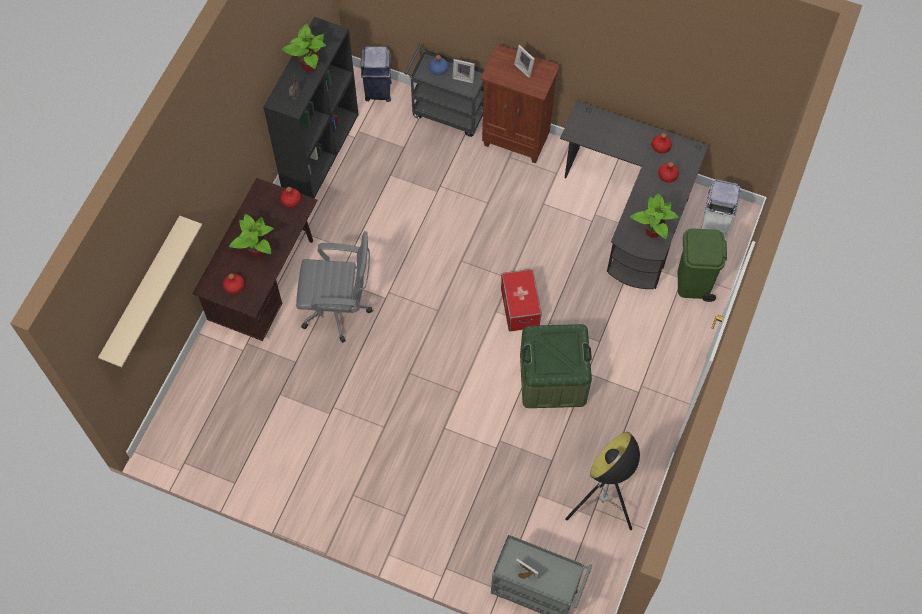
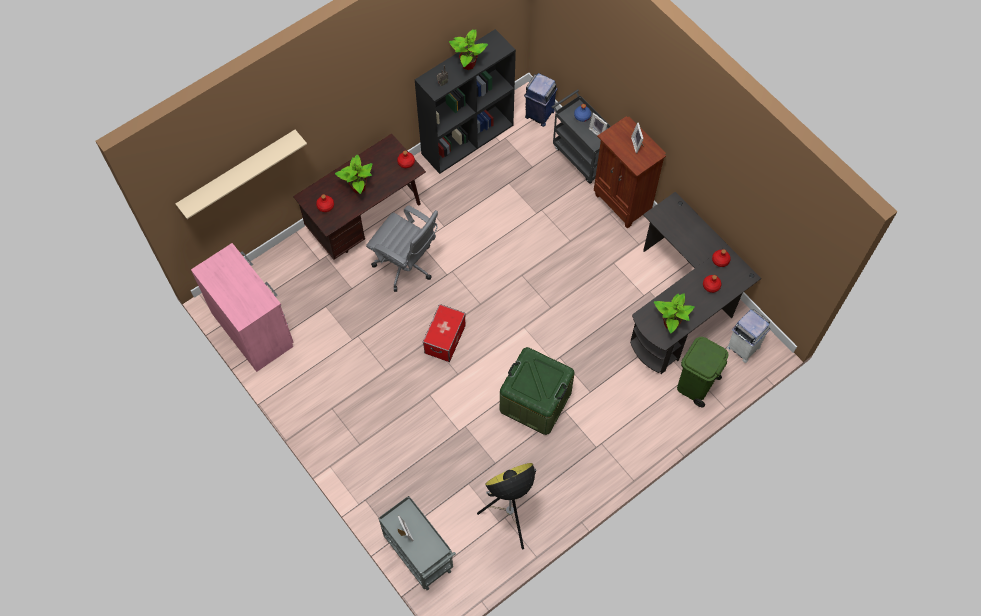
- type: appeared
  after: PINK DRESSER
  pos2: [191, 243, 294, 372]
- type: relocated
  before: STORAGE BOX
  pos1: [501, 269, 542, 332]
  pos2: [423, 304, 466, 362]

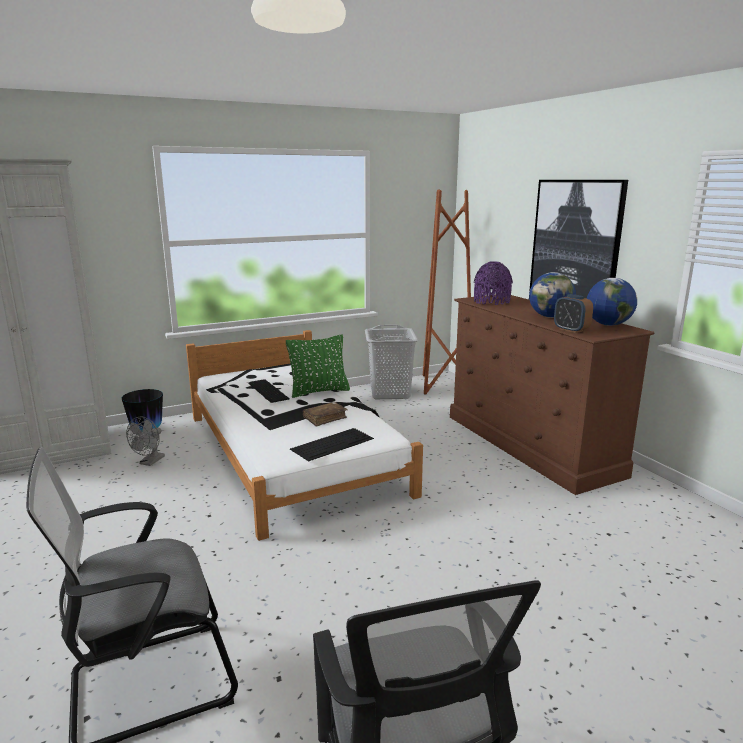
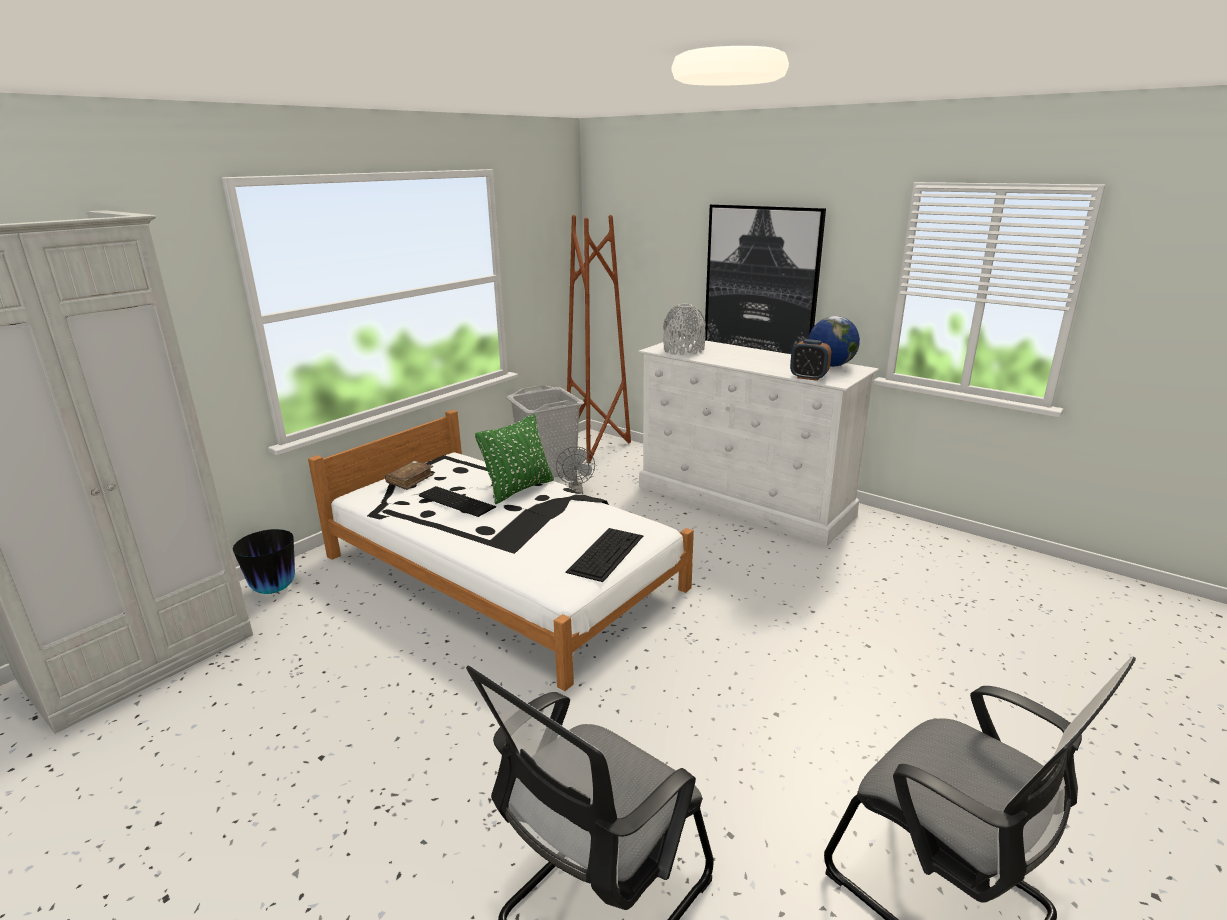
- type: missing
  before: GLOBE
  pos1: [529, 272, 576, 318]
- type: relocated
  before: GREY FAN
  pos1: [126, 417, 165, 466]
  pos2: [556, 447, 595, 494]
- type: relocated
  before: BROWN BOOK
  pos1: [303, 402, 348, 427]
  pos2: [385, 461, 434, 490]
- type: colour
  before: BROWN DRESSER
  after: WHITE DRESSER
  pos1: [450, 295, 654, 495]
  pos2: [638, 337, 879, 547]
- type: colour
  before: PURPLE VASE
  after: GREY VASE
  pos1: [474, 261, 513, 305]
  pos2: [663, 304, 706, 355]

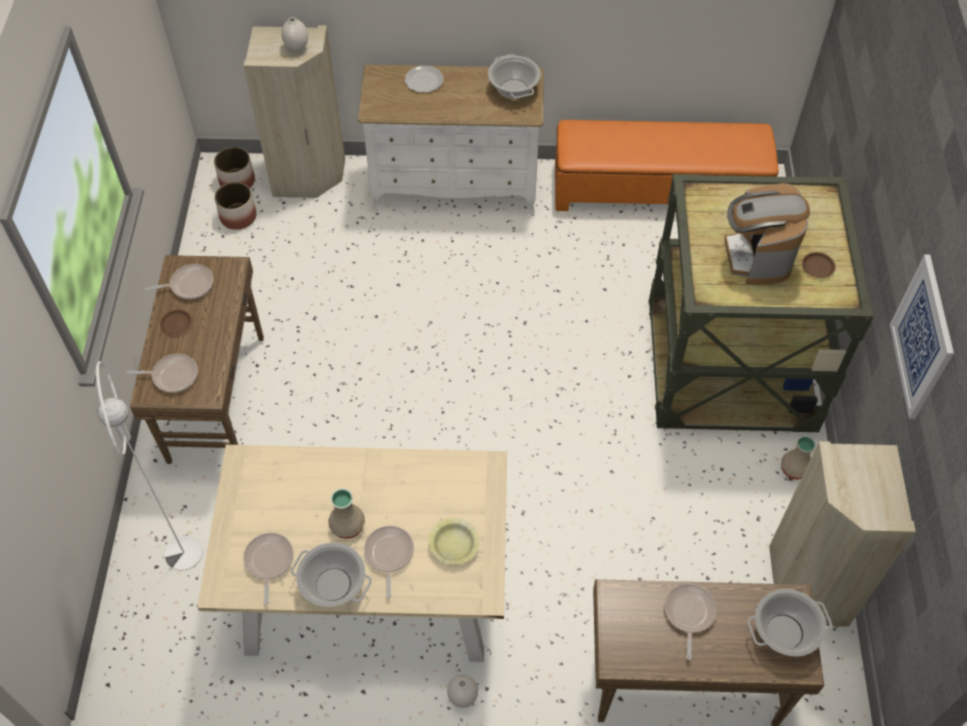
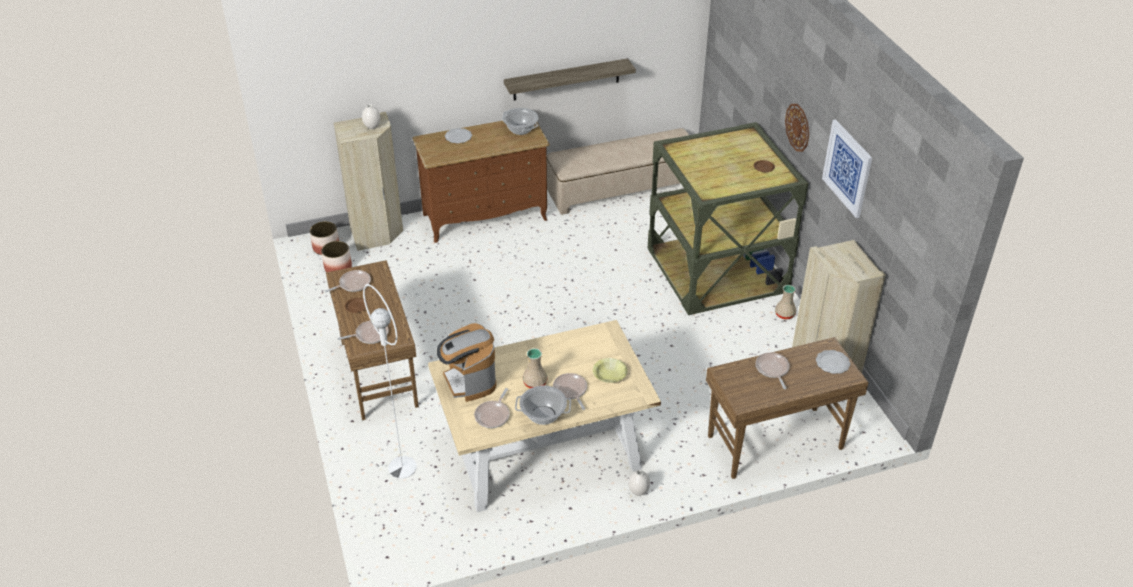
- type: appeared
  after: SHELF
  pos2: [504, 58, 636, 100]
- type: appeared
  after: WALL CLOCK
  pos2: [785, 104, 809, 152]
- type: relocated
  before: COFFEE MACHINE
  pos1: [725, 183, 810, 285]
  pos2: [437, 323, 496, 402]
- type: exchanged
  before: COOKING POT
  after: PLATE
  pos1: [747, 589, 832, 657]
  pos2: [816, 350, 850, 374]
- type: colour
  before: WHITE DRESSER
  after: BROWN DRESSER
  pos1: [358, 65, 544, 215]
  pos2: [412, 121, 550, 243]
- type: colour
  before: ORANGE BENCH
  after: BEIGE BENCH
  pos1: [555, 120, 779, 211]
  pos2: [547, 128, 689, 215]
- type: spun
  before: FRYING PAN
  pos1: [243, 533, 294, 605]
  pos2: [474, 388, 510, 428]
  turn: -135

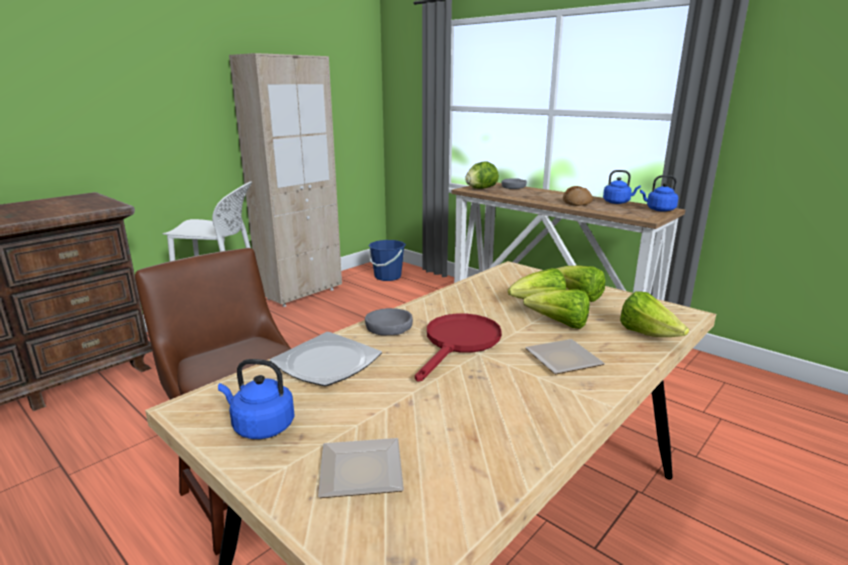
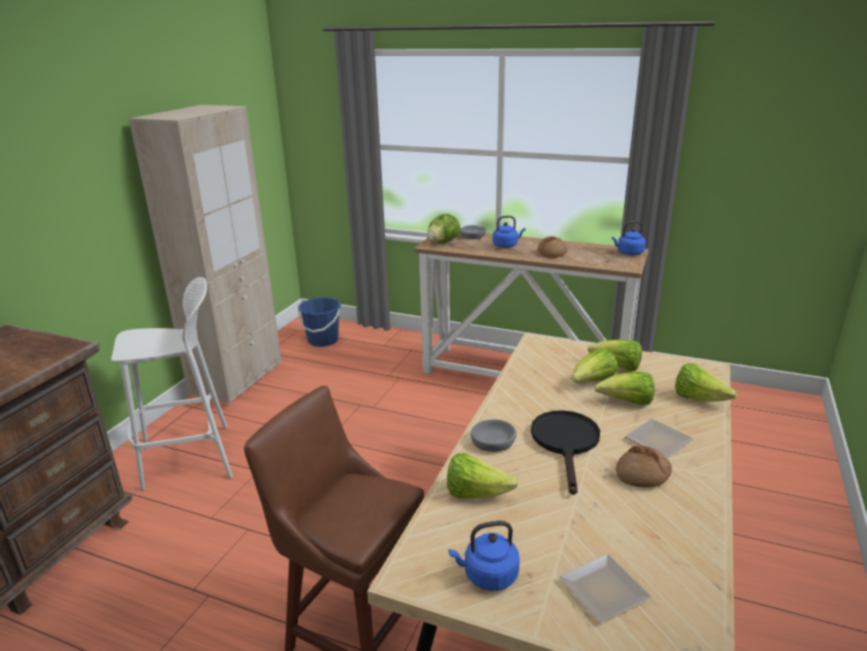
- type: appeared
  after: BREAD
  pos2: [616, 445, 672, 487]
- type: relocated
  before: BLUE KETTLE
  pos1: [603, 170, 641, 204]
  pos2: [493, 216, 526, 248]
- type: exchanged
  before: PLATE
  after: LETTUCE
  pos1: [270, 332, 382, 386]
  pos2: [447, 453, 519, 498]
- type: colour
  before: RED FRYING PAN
  after: BLACK FRYING PAN
  pos1: [415, 314, 502, 381]
  pos2: [531, 410, 600, 495]

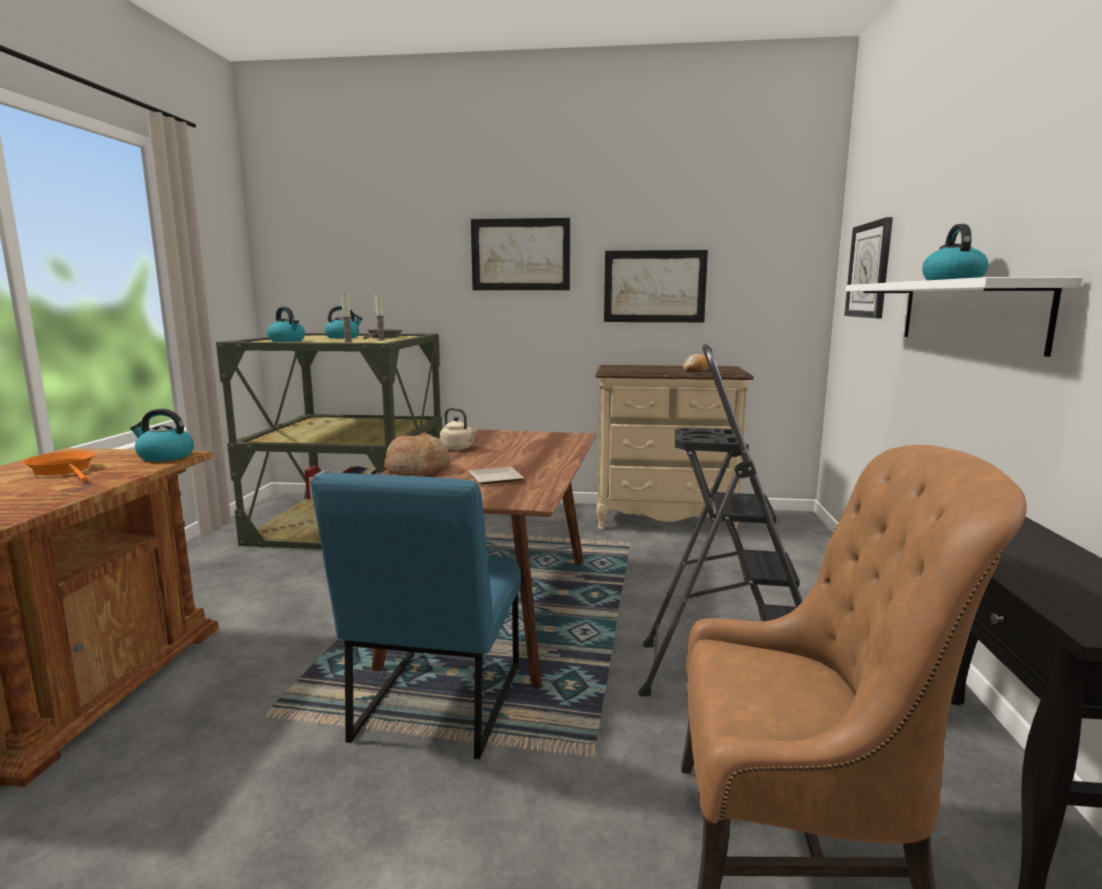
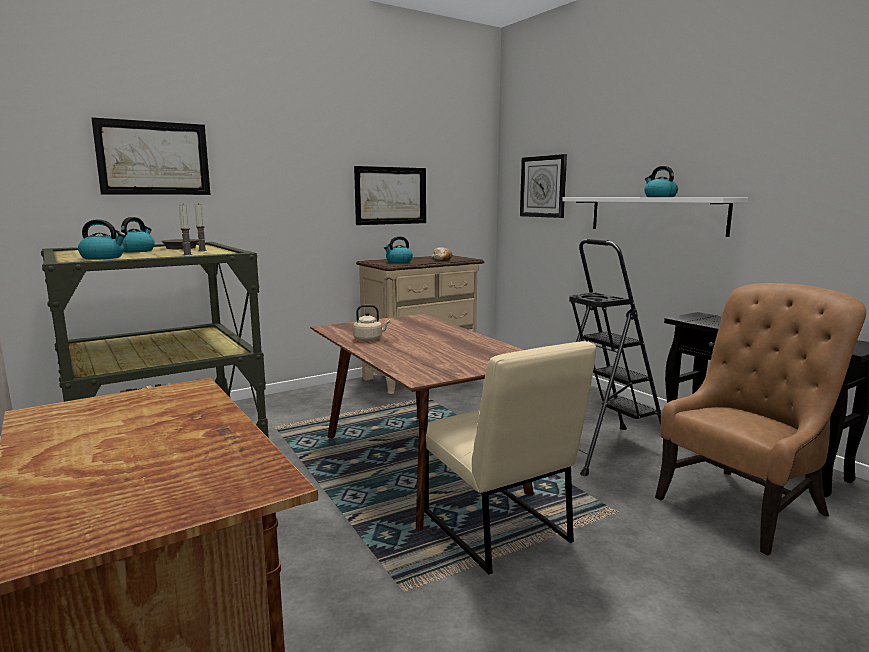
- type: missing
  before: ORANGE FRYING PAN
  pos1: [23, 451, 96, 482]
- type: missing
  before: BREAD
  pos1: [384, 433, 450, 476]
- type: missing
  before: PLATE
  pos1: [469, 467, 524, 484]
- type: relocated
  before: KETTLE
  pos1: [130, 409, 194, 462]
  pos2: [384, 236, 413, 263]
- type: relocated
  before: PICTURE
  pos1: [471, 218, 570, 290]
  pos2: [91, 117, 211, 195]
- type: colour
  before: BLUE CHAIR
  after: BEIGE CHAIR
  pos1: [311, 473, 521, 759]
  pos2: [418, 341, 596, 575]

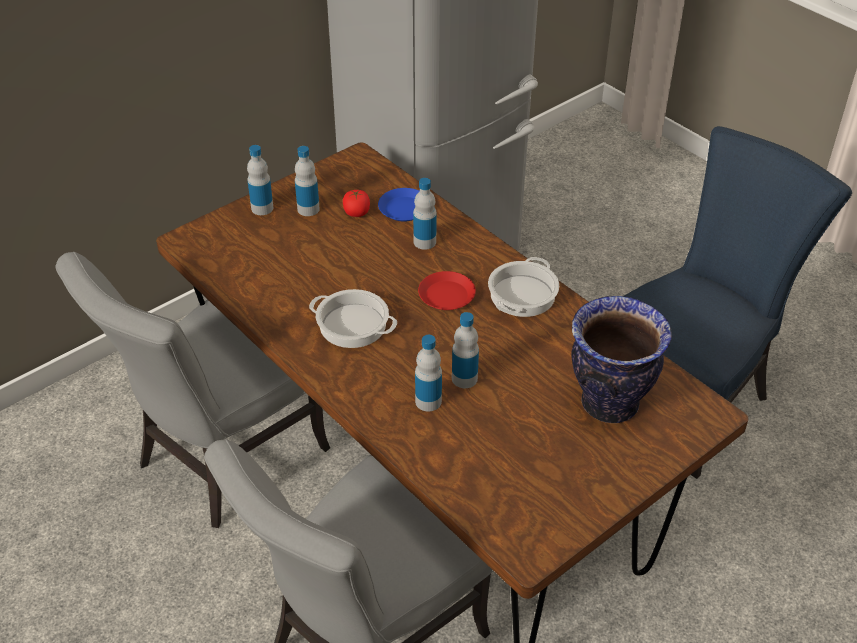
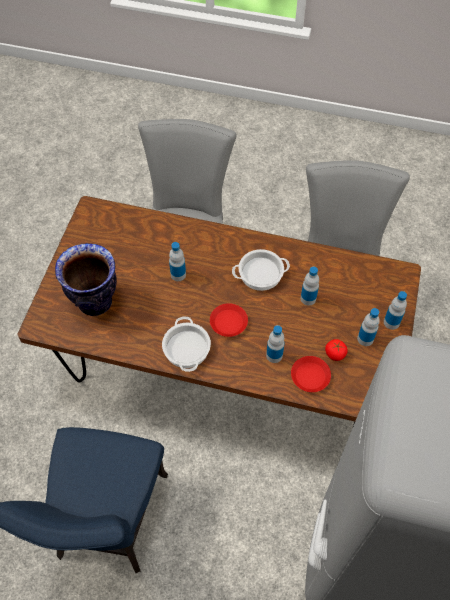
- type: relocated
  before: BOTTLE
  pos1: [415, 335, 442, 412]
  pos2: [301, 266, 319, 306]
- type: colour
  before: BLUE PLATE
  after: RED PLATE
  pos1: [378, 188, 420, 222]
  pos2: [291, 356, 331, 392]

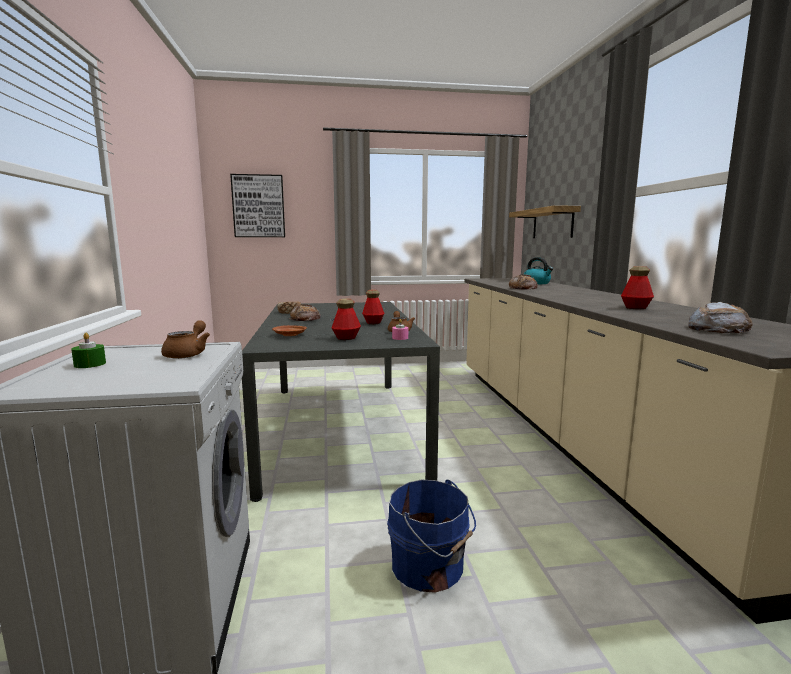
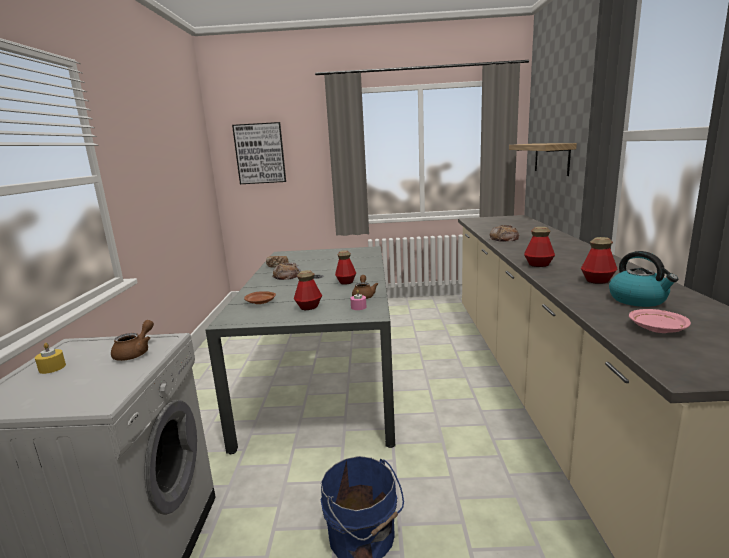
- type: appeared
  after: BOTTLE
  pos2: [524, 227, 555, 267]
- type: relocated
  before: KETTLE
  pos1: [523, 257, 553, 284]
  pos2: [609, 251, 678, 307]
- type: exchanged
  before: BREAD
  after: PINK PLATE
  pos1: [689, 302, 753, 333]
  pos2: [629, 309, 691, 333]
- type: colour
  before: GREEN CANDLE
  after: YELLOW CANDLE
  pos1: [71, 333, 106, 368]
  pos2: [35, 343, 66, 374]

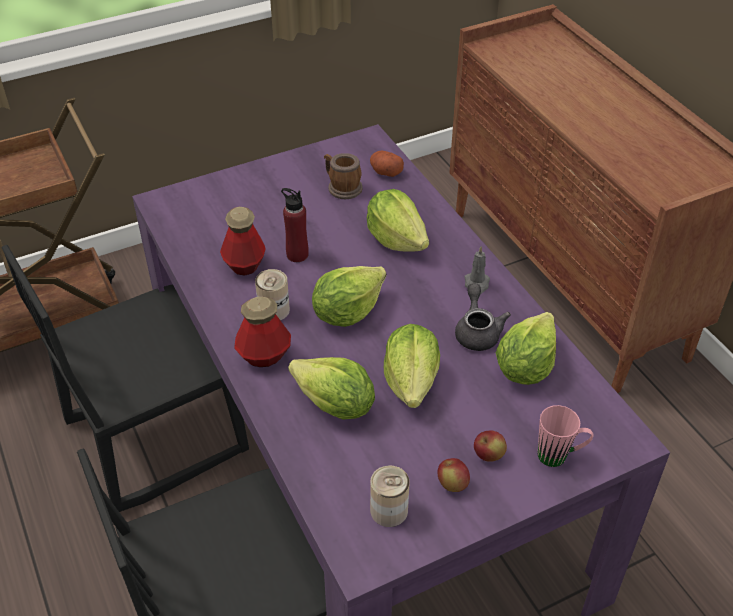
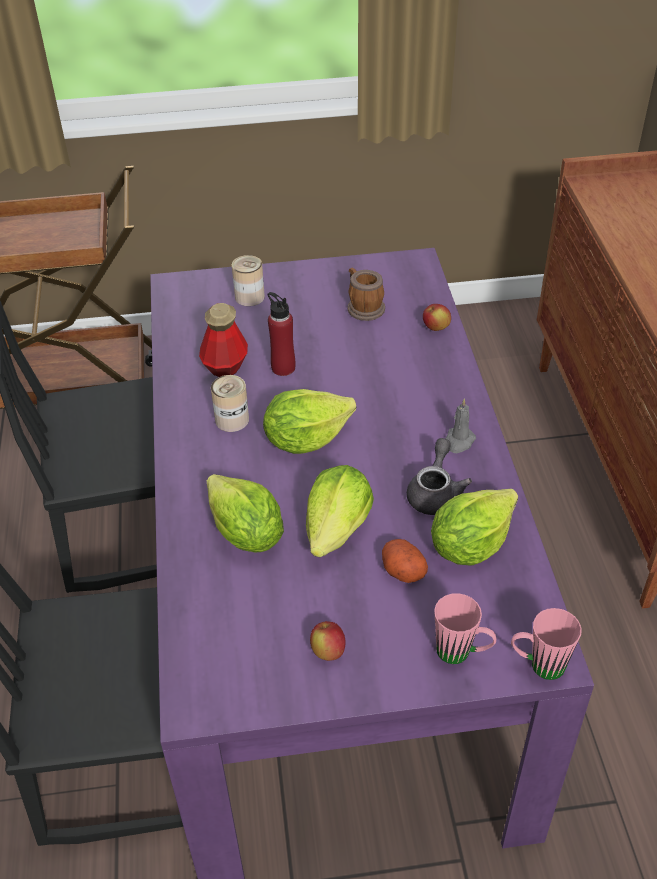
- type: missing
  before: BOTTLE
  pos1: [234, 297, 291, 367]
- type: missing
  before: LETTUCE
  pos1: [367, 189, 429, 252]
- type: appeared
  after: PINK MUG
  pos2: [511, 608, 581, 680]
- type: relocated
  before: POTATO
  pos1: [370, 151, 404, 177]
  pos2: [382, 539, 428, 583]
- type: relocated
  before: CAN
  pos1: [370, 465, 410, 527]
  pos2: [232, 255, 265, 306]
- type: relocated
  before: APPLE
  pos1: [474, 431, 507, 462]
  pos2: [423, 304, 451, 331]

